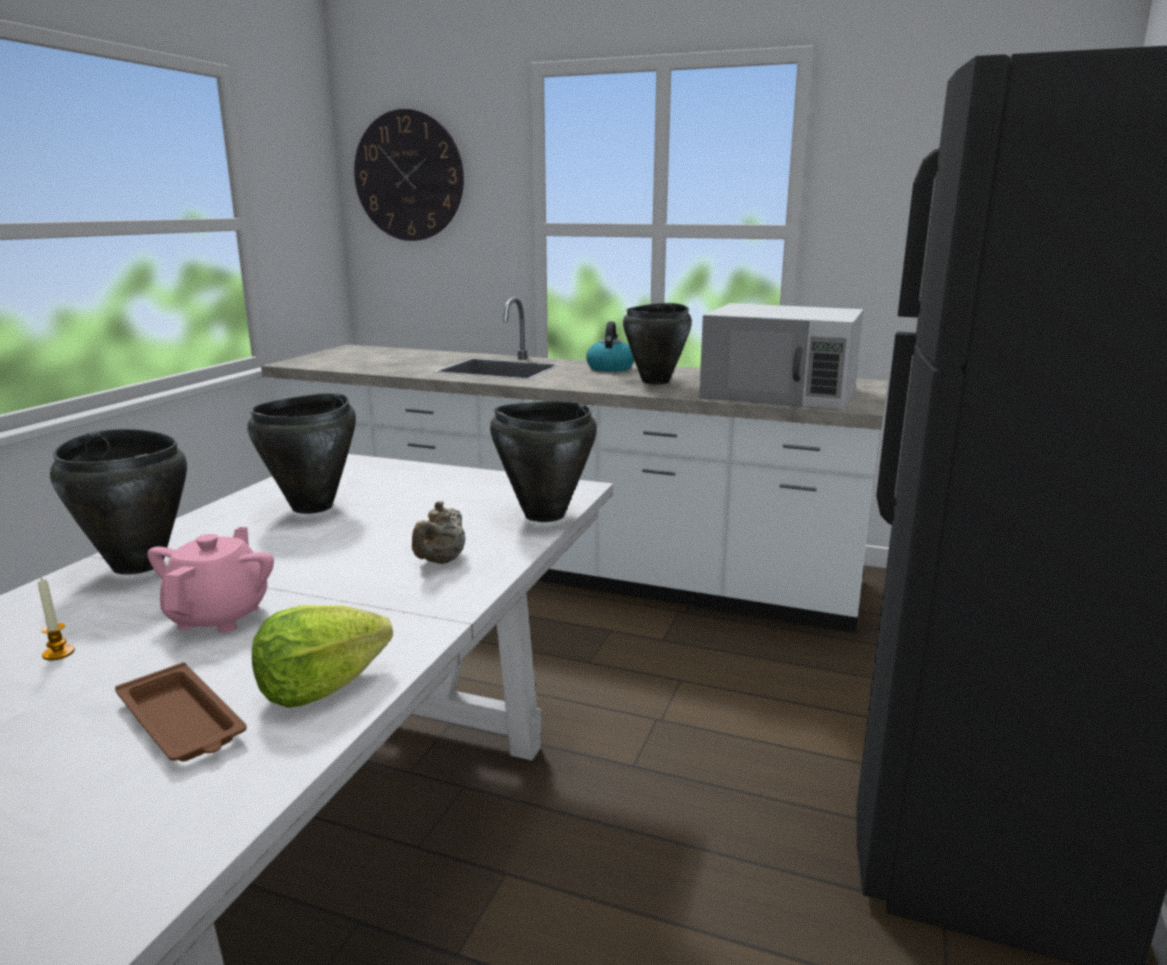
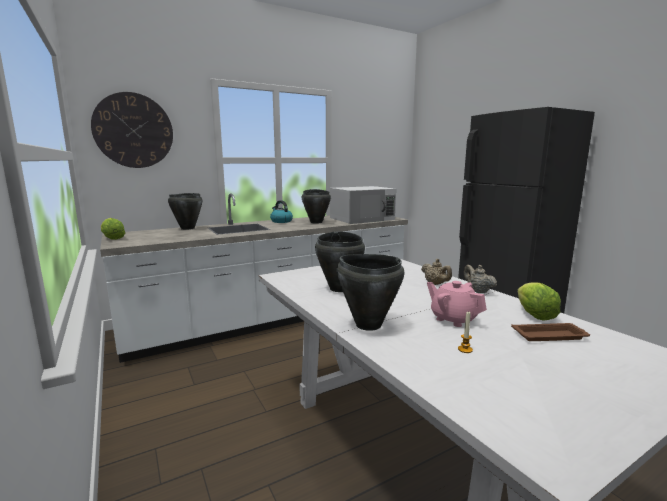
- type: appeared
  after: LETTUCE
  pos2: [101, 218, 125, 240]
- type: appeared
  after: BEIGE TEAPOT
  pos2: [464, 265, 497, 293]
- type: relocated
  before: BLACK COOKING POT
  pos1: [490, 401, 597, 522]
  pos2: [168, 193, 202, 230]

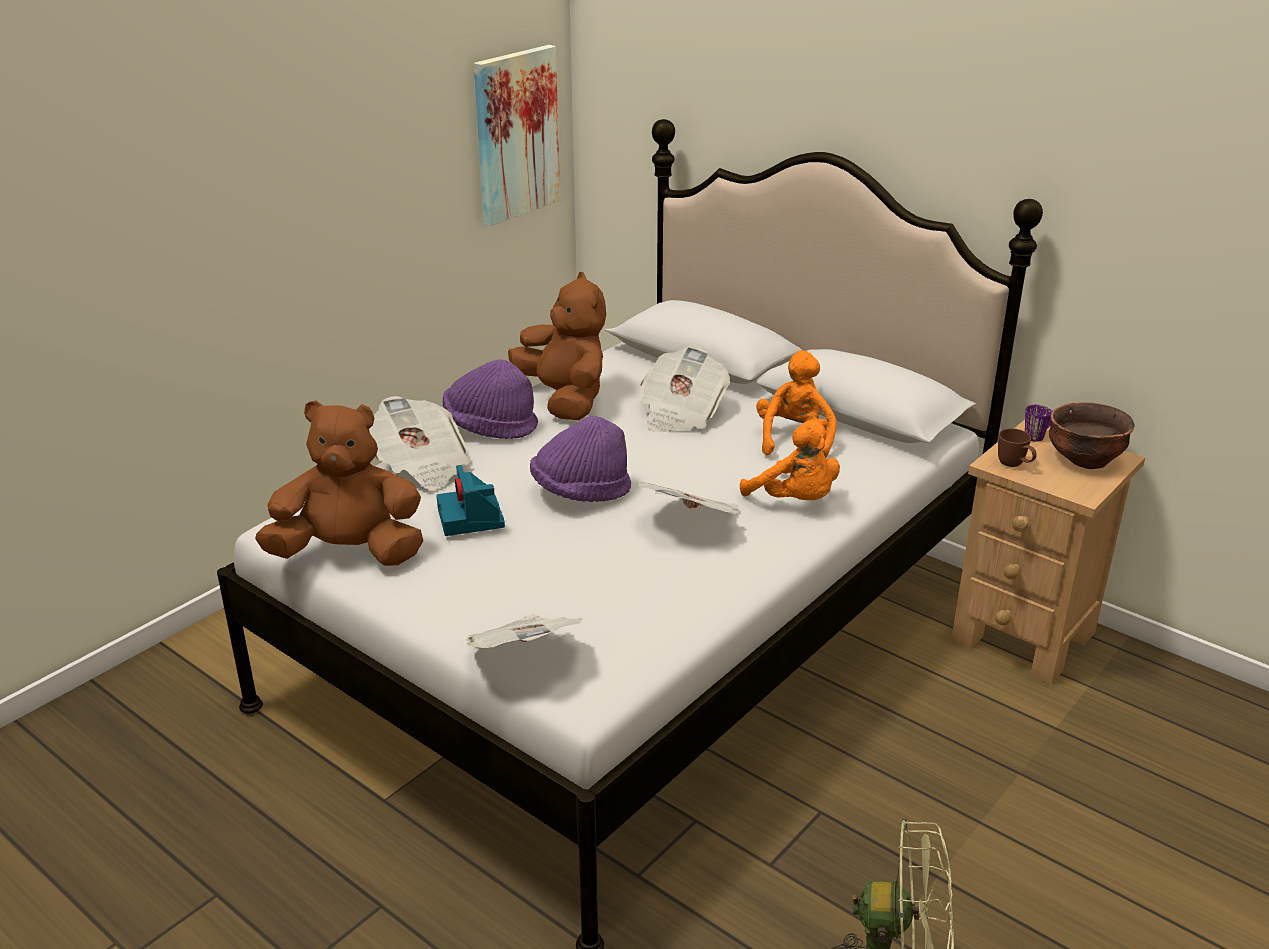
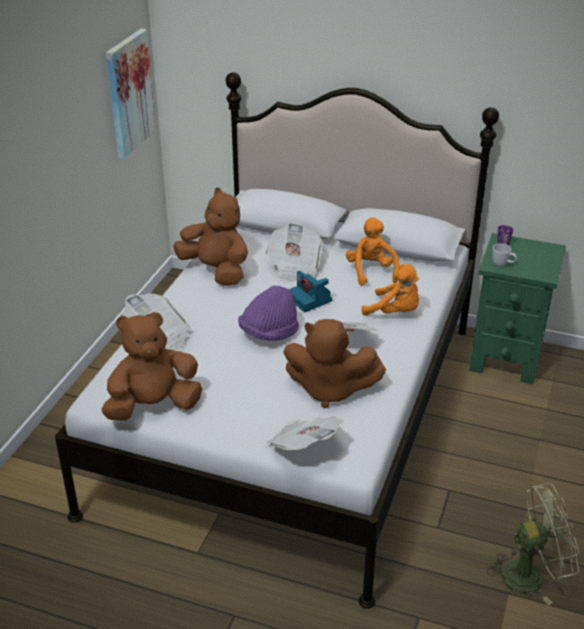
- type: missing
  before: PURPLE HAT
  pos1: [443, 359, 538, 439]
- type: missing
  before: BROWN BOWL
  pos1: [1049, 402, 1135, 469]
- type: appeared
  after: BROWN PLUSH TOY
  pos2: [283, 319, 386, 408]
- type: relocated
  before: PHOTO CAMERA
  pos1: [436, 465, 505, 536]
  pos2: [289, 271, 332, 312]
- type: colour
  before: BEIGE NIGHTSTAND
  after: GREEN NIGHTSTAND
  pos1: [951, 420, 1145, 685]
  pos2: [470, 233, 566, 384]
- type: colour
  before: BROWN MUG
  after: WHITE MUG
  pos1: [998, 428, 1037, 467]
  pos2: [492, 243, 517, 266]

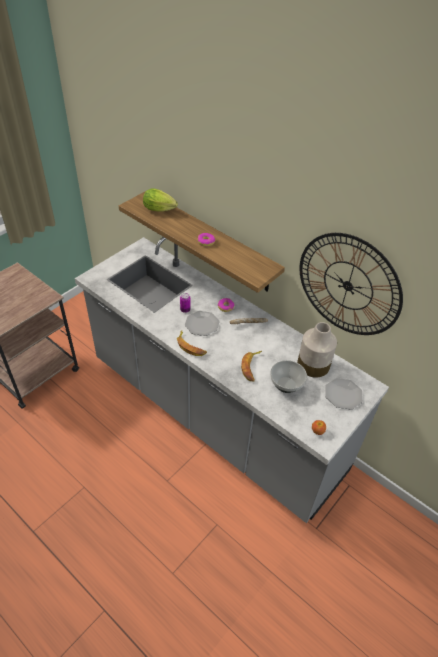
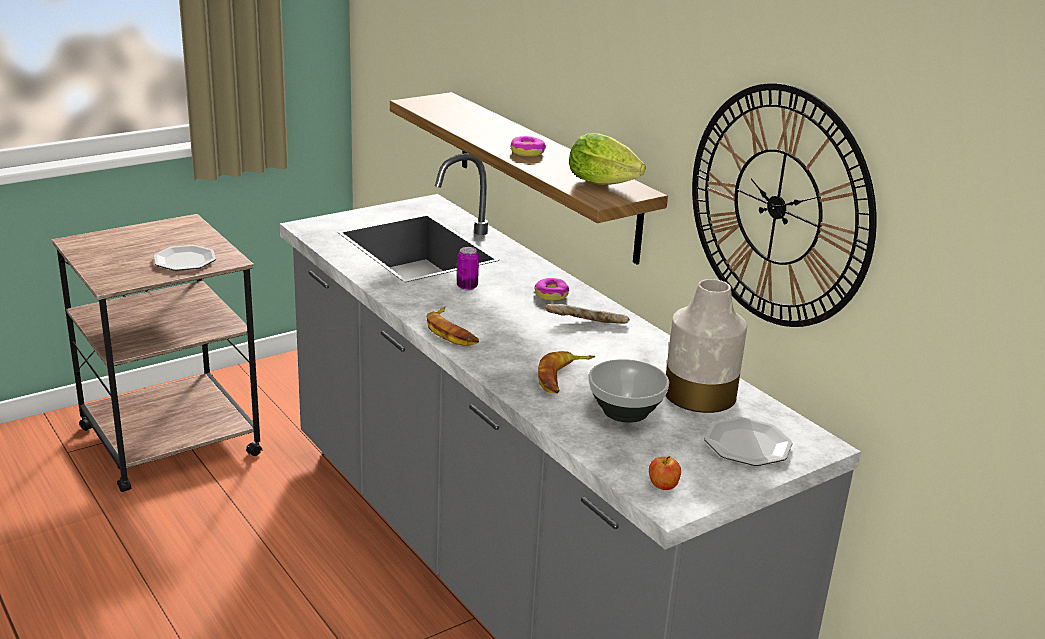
- type: relocated
  before: LETTUCE
  pos1: [143, 188, 178, 212]
  pos2: [569, 133, 646, 185]
- type: relocated
  before: PLATE
  pos1: [185, 311, 220, 336]
  pos2: [154, 245, 216, 271]

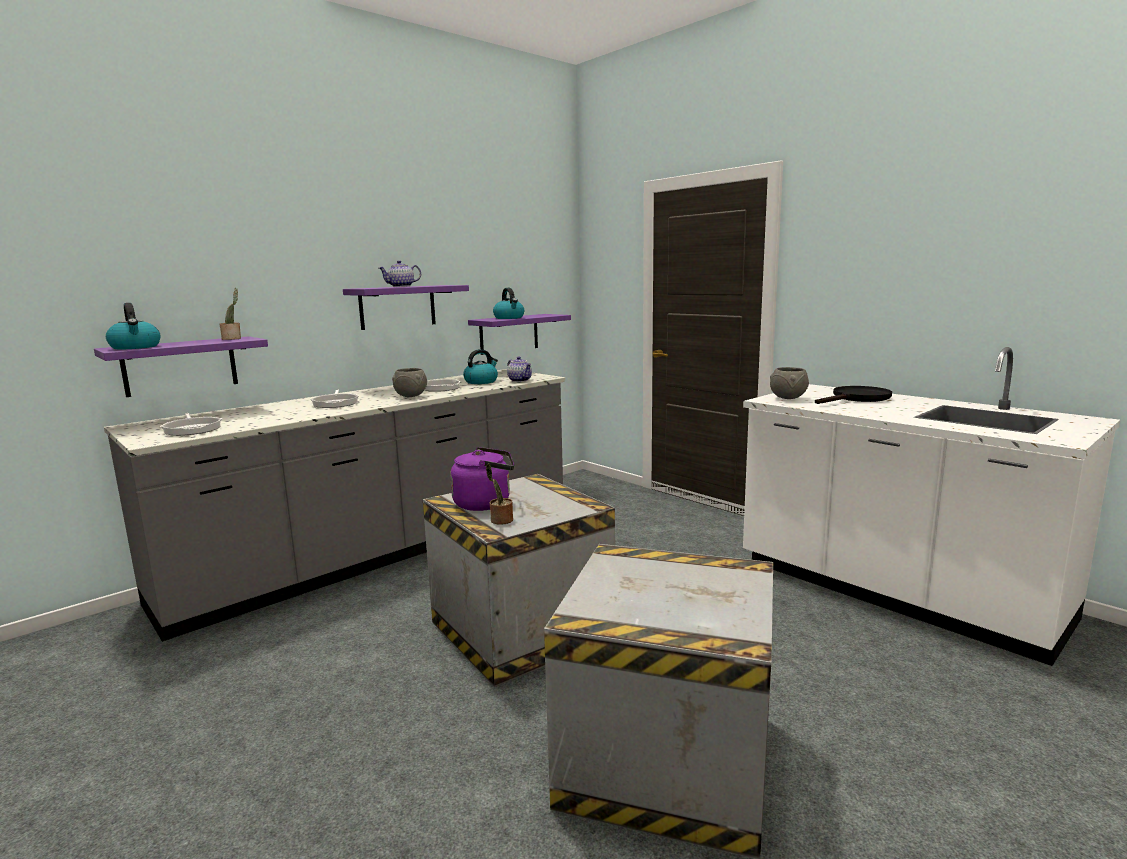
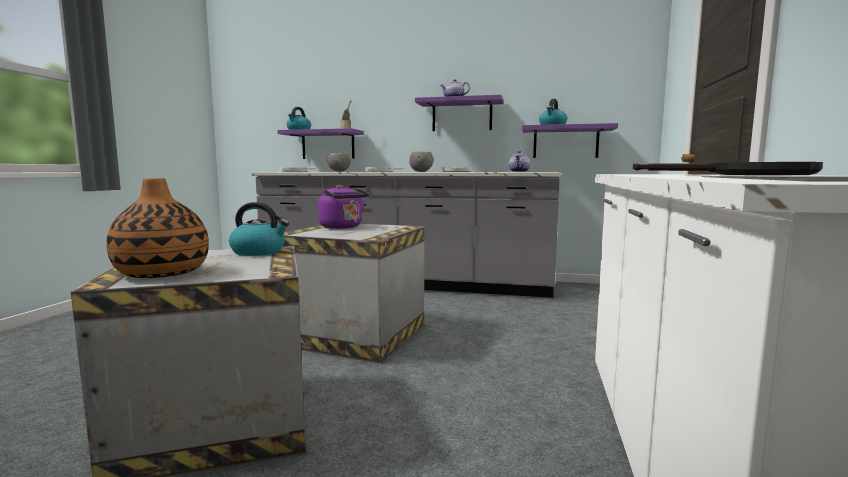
- type: missing
  before: POTTED PLANT
  pos1: [486, 463, 513, 525]
- type: appeared
  after: VASE
  pos2: [106, 178, 209, 278]
- type: relocated
  before: KETTLE
  pos1: [463, 349, 498, 384]
  pos2: [229, 202, 289, 256]
- type: relocated
  before: GREY BOWL
  pos1: [770, 367, 809, 399]
  pos2: [327, 153, 350, 172]

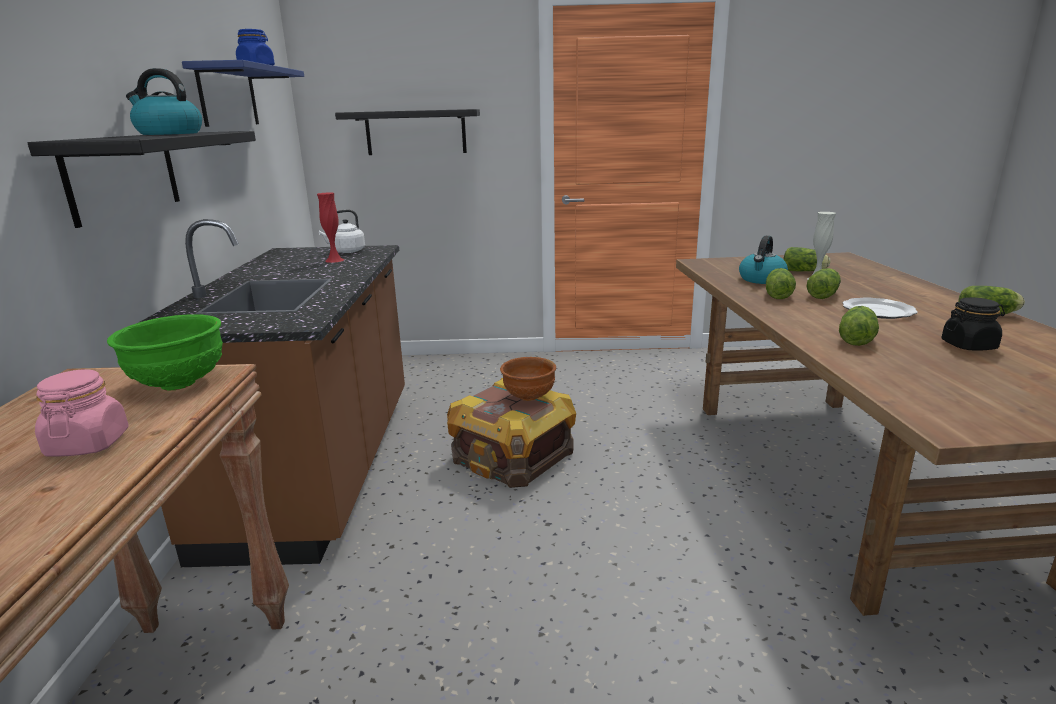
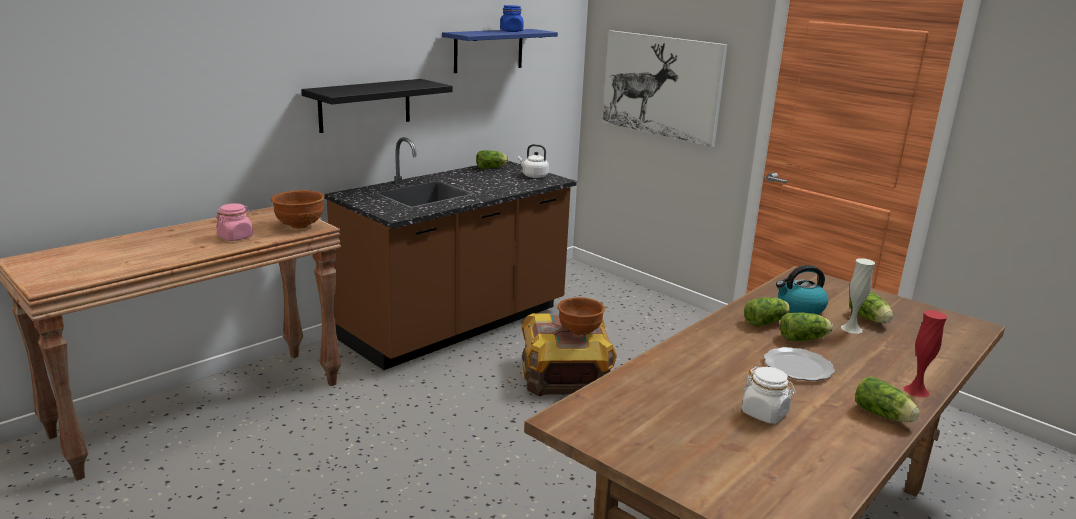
- type: missing
  before: KETTLE
  pos1: [126, 68, 202, 135]
- type: relocated
  before: RED VASE
  pos1: [317, 193, 344, 263]
  pos2: [903, 310, 947, 397]
- type: relocated
  before: LETTUCE
  pos1: [839, 306, 879, 346]
  pos2: [476, 151, 509, 169]
- type: exchanged
  before: BLACK SHELF
  after: PICTURE
  pos1: [335, 109, 480, 155]
  pos2: [602, 30, 727, 147]
- type: colour
  before: GREEN BOWL
  after: BROWN BOWL
  pos1: [107, 314, 223, 391]
  pos2: [271, 190, 325, 229]
- type: colour
  before: BLACK JAR
  after: WHITE JAR
  pos1: [941, 297, 1005, 351]
  pos2: [742, 367, 796, 424]

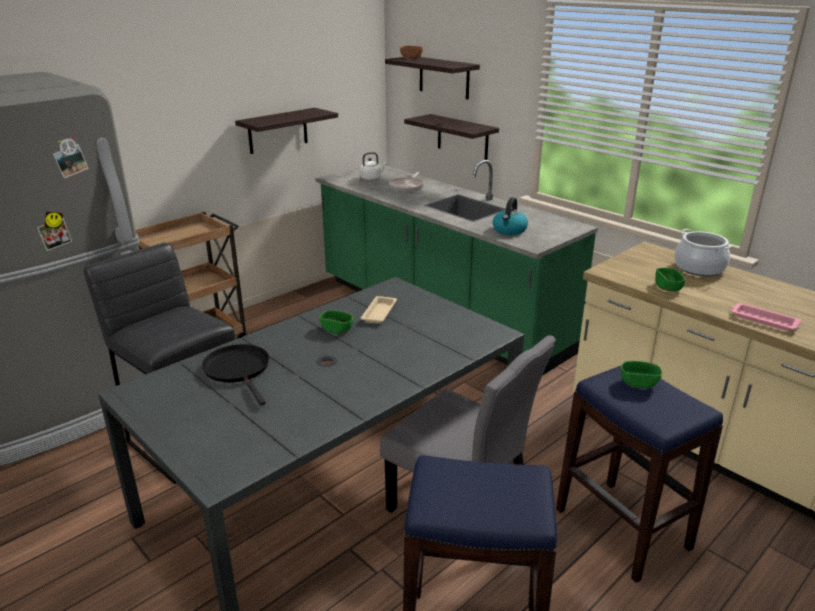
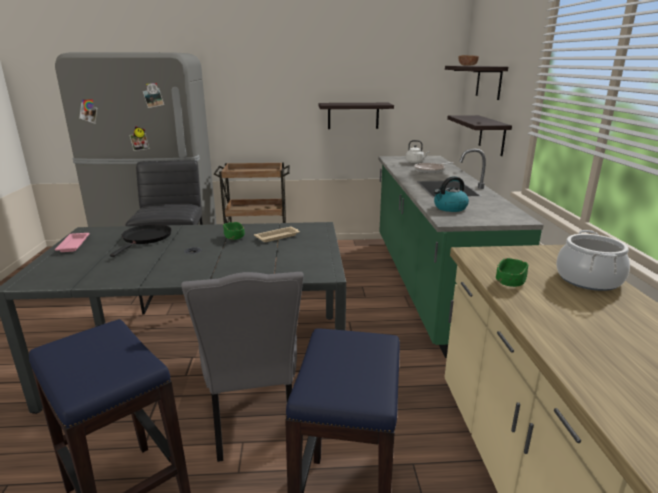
- type: missing
  before: GREEN BOWL
  pos1: [621, 361, 662, 389]
- type: relocated
  before: PINK TRAY
  pos1: [731, 303, 801, 331]
  pos2: [55, 233, 90, 252]

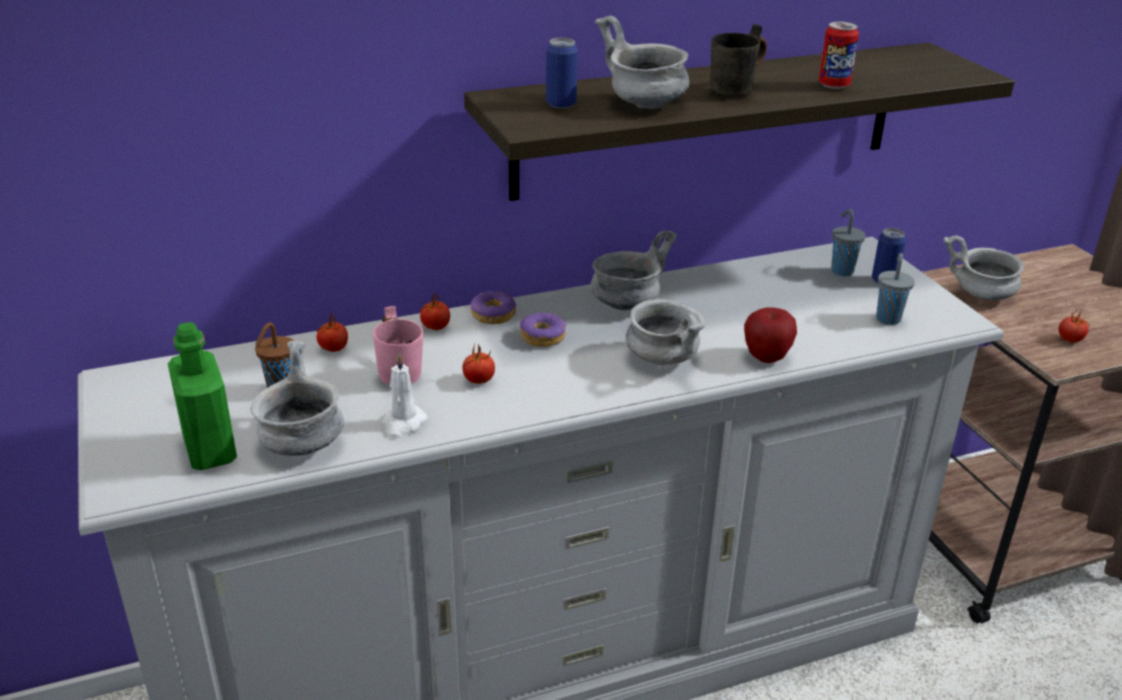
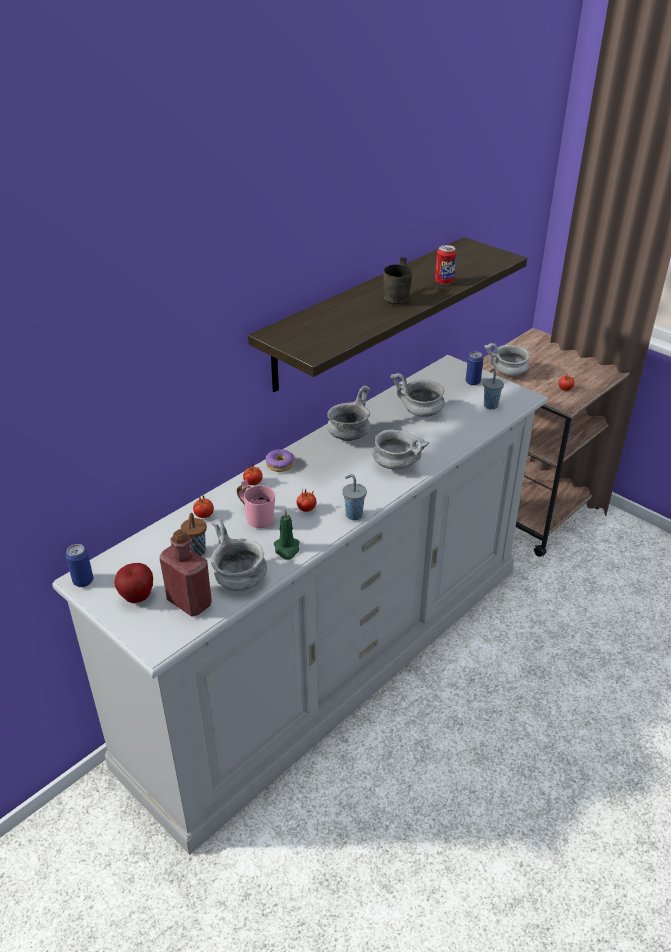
- type: missing
  before: DONUT
  pos1: [520, 313, 566, 347]
- type: relocated
  before: CAN
  pos1: [546, 38, 578, 108]
  pos2: [66, 544, 93, 587]
- type: relocated
  before: GREY BOWL
  pos1: [595, 16, 689, 109]
  pos2: [390, 373, 445, 417]
- type: relocated
  before: APPLE
  pos1: [744, 307, 797, 363]
  pos2: [114, 563, 153, 603]
- type: relocated
  before: GREY CUP
  pos1: [831, 209, 866, 276]
  pos2: [342, 474, 367, 520]
- type: colour
  before: GREEN BOTTLE
  after: RED BOTTLE
  pos1: [168, 322, 237, 470]
  pos2: [160, 529, 212, 617]
- type: colour
  before: WHITE CANDLE
  after: GREEN CANDLE
  pos1: [382, 353, 427, 439]
  pos2: [274, 509, 299, 560]

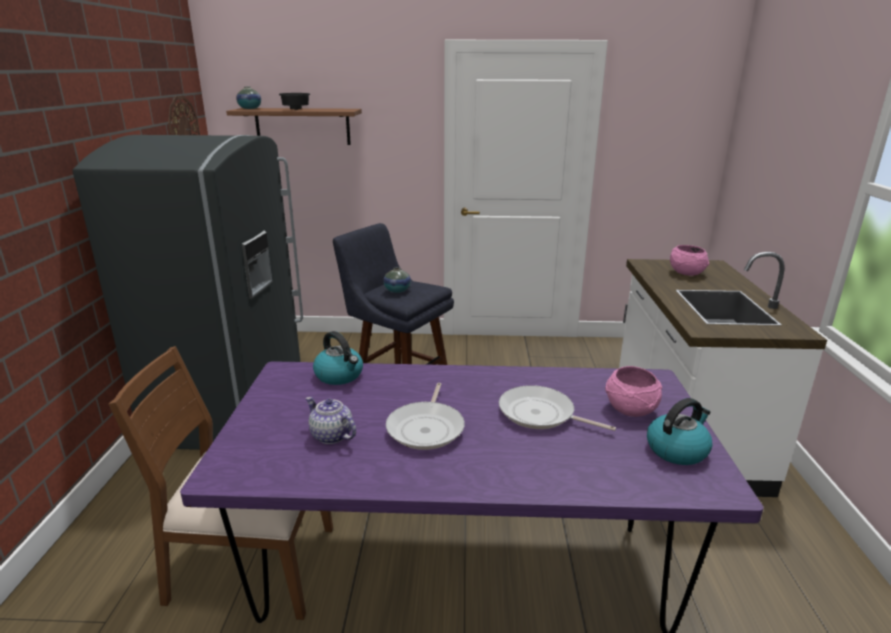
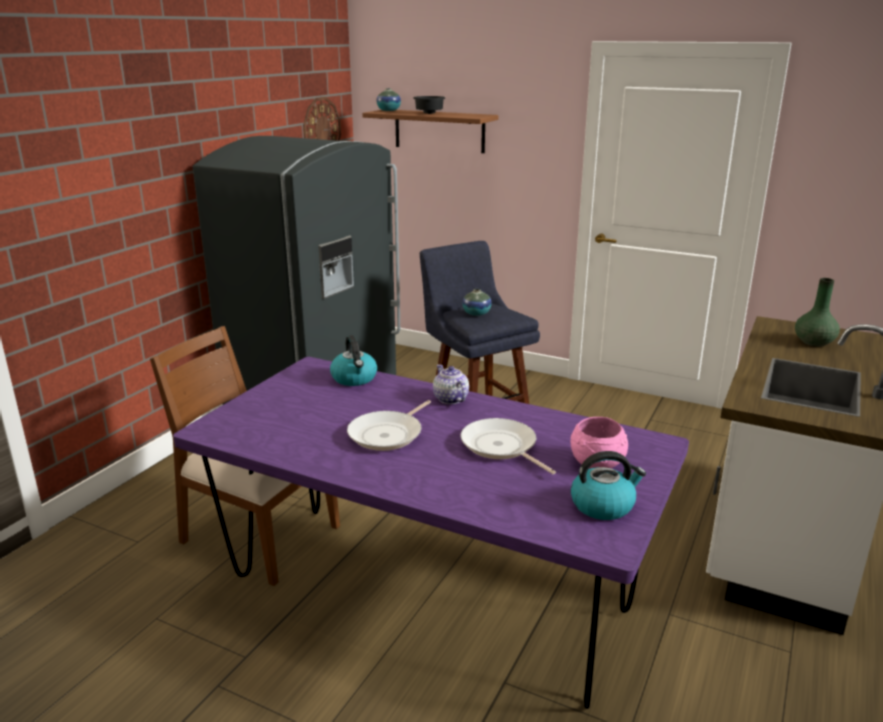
- type: relocated
  before: TEAPOT
  pos1: [306, 397, 356, 444]
  pos2: [433, 364, 469, 404]
- type: exchanged
  before: PINK BOWL
  after: GREEN VASE
  pos1: [670, 245, 709, 276]
  pos2: [795, 278, 840, 347]

